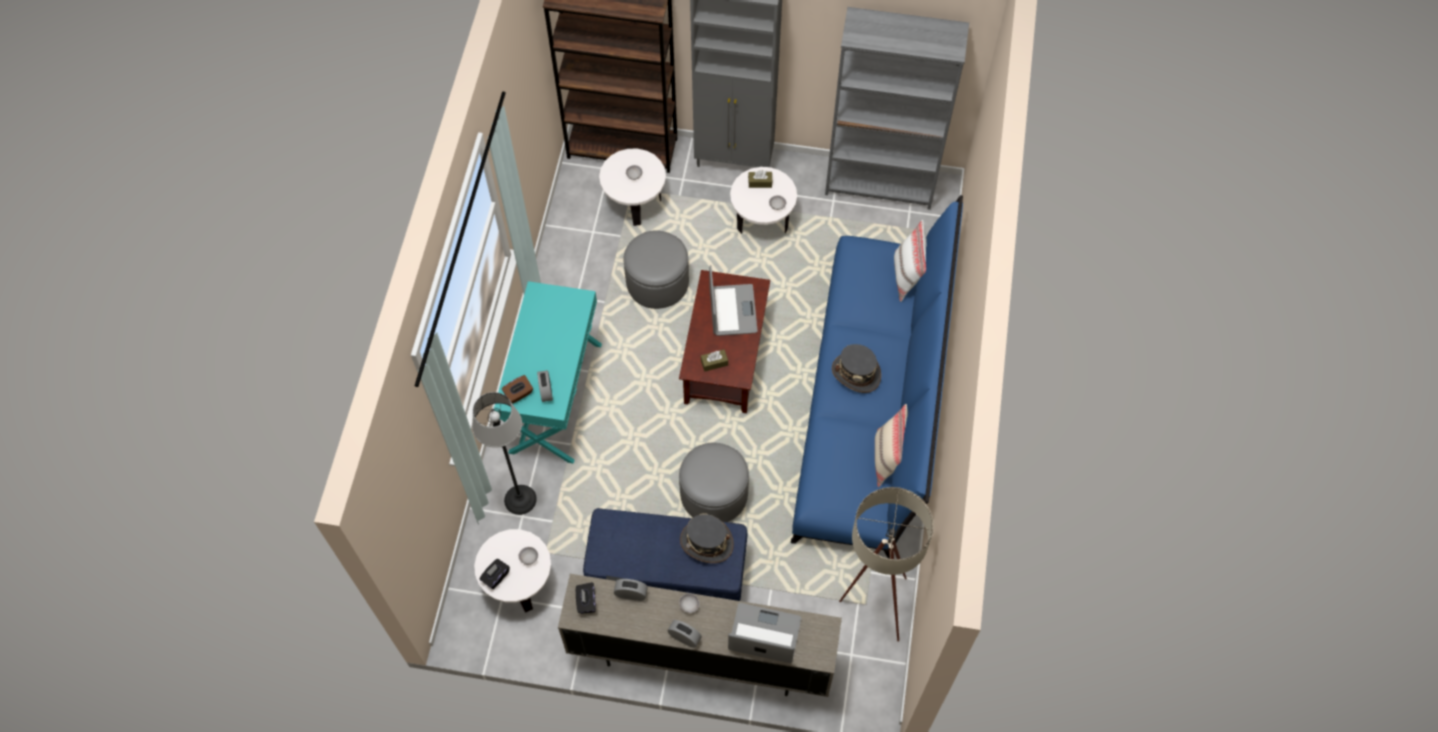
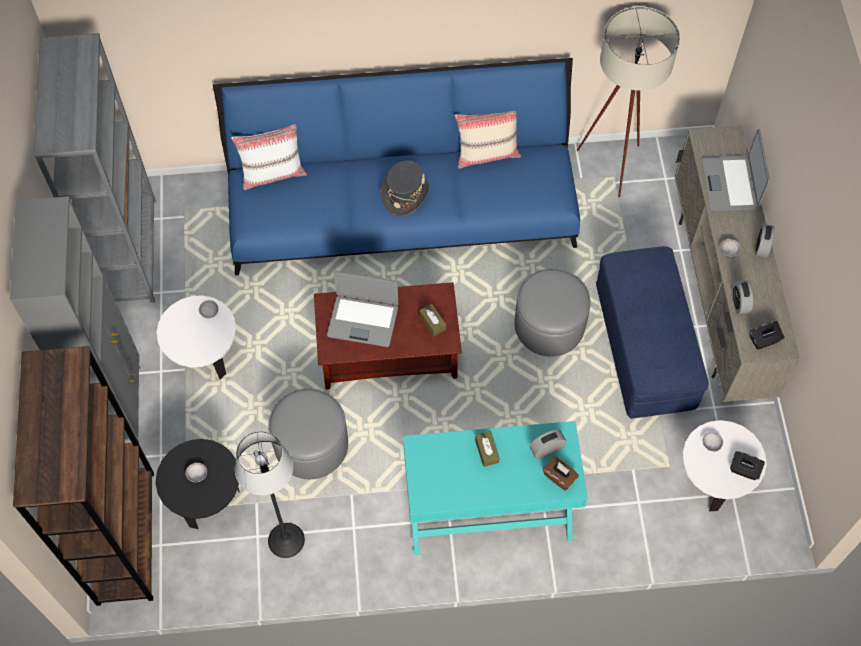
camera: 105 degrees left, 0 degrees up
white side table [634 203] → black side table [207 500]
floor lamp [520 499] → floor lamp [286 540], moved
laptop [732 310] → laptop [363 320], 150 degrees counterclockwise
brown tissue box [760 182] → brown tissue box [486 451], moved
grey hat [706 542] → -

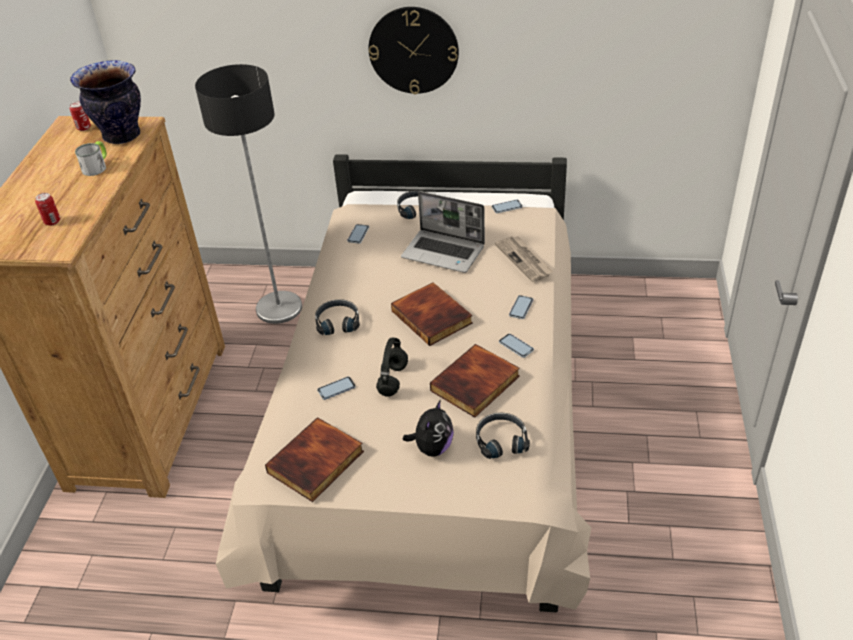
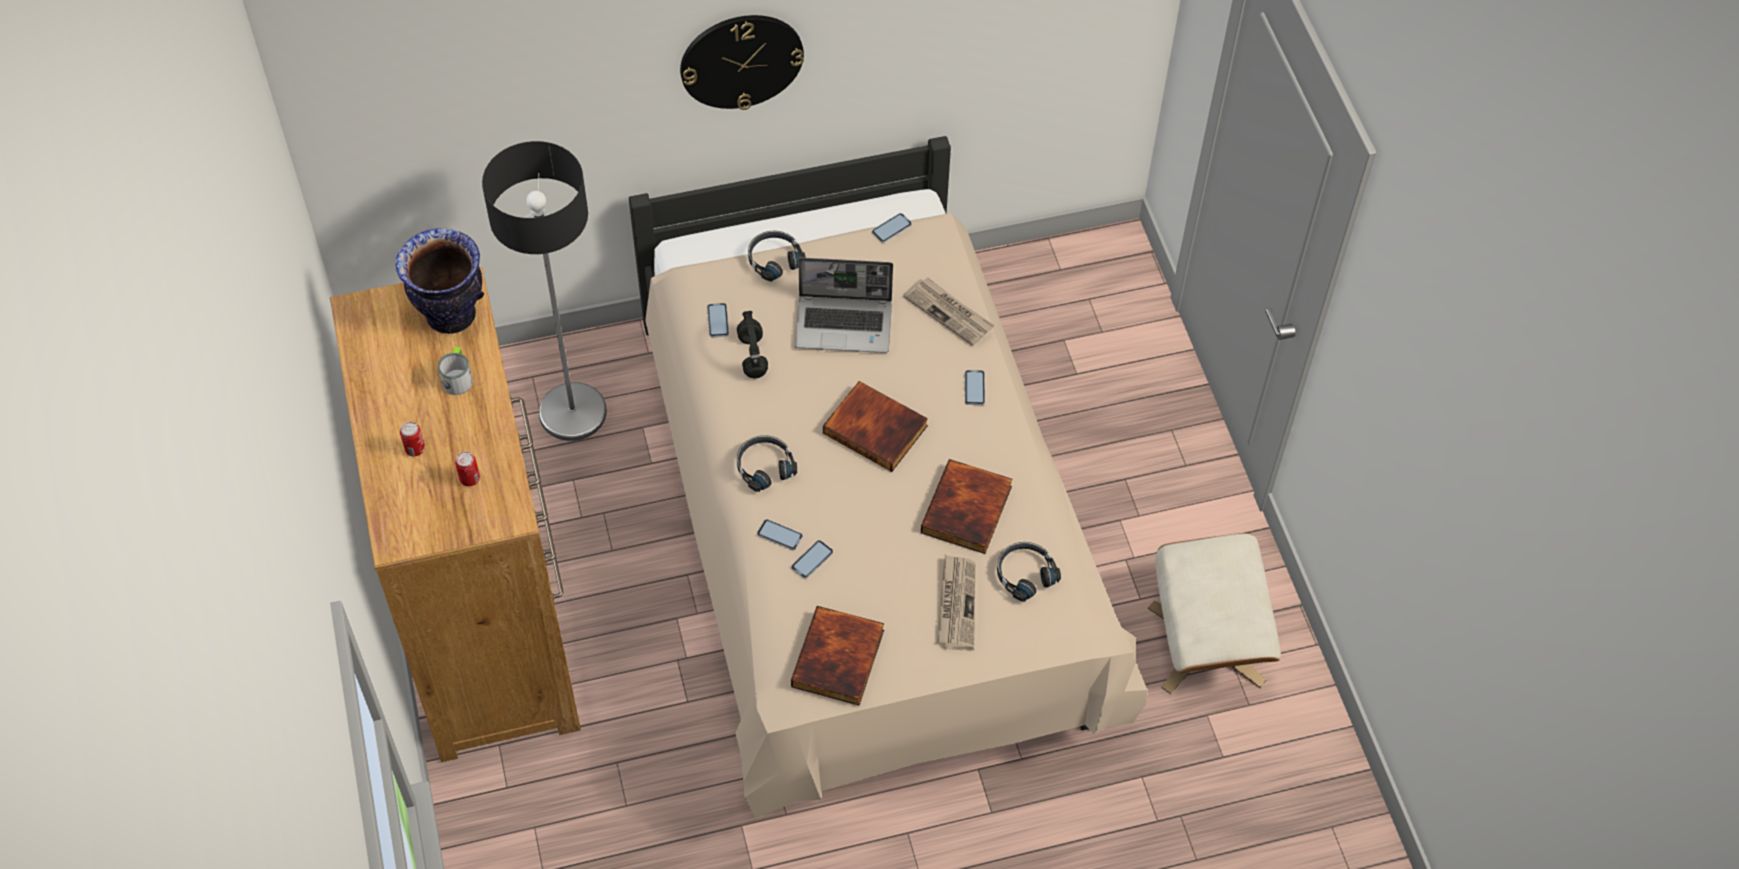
camera: 25 degrees left, 15 degrees up
can [84 128] → can [415 449], moved
black headphones [393 380] → black headphones [753 357], moved
phone [516 346] → phone [780 535], moved
plush toy [432 447] → newspaper [956 604]
- → beige ottoman [1207 644]

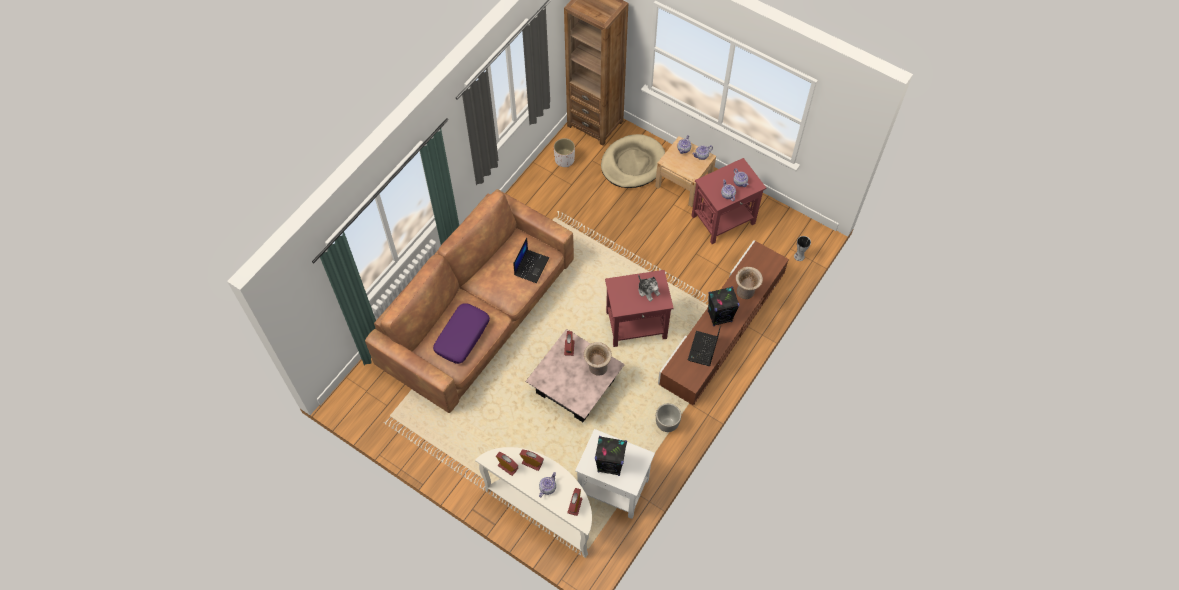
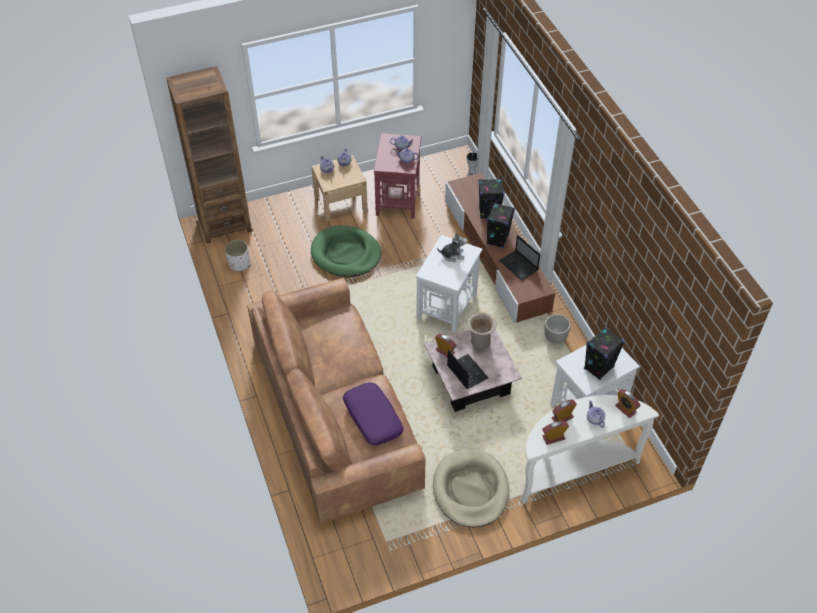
camera: 55 degrees left, 10 degrees down
- → green dog bed [346 254]
red side table [636 325] → white side table [447 307]
beige dog bed [633 163] → beige dog bed [470 490], moved
laptop [531 266] → laptop [466 372], moved
beige vase [745 292] → black speaker [489 212]

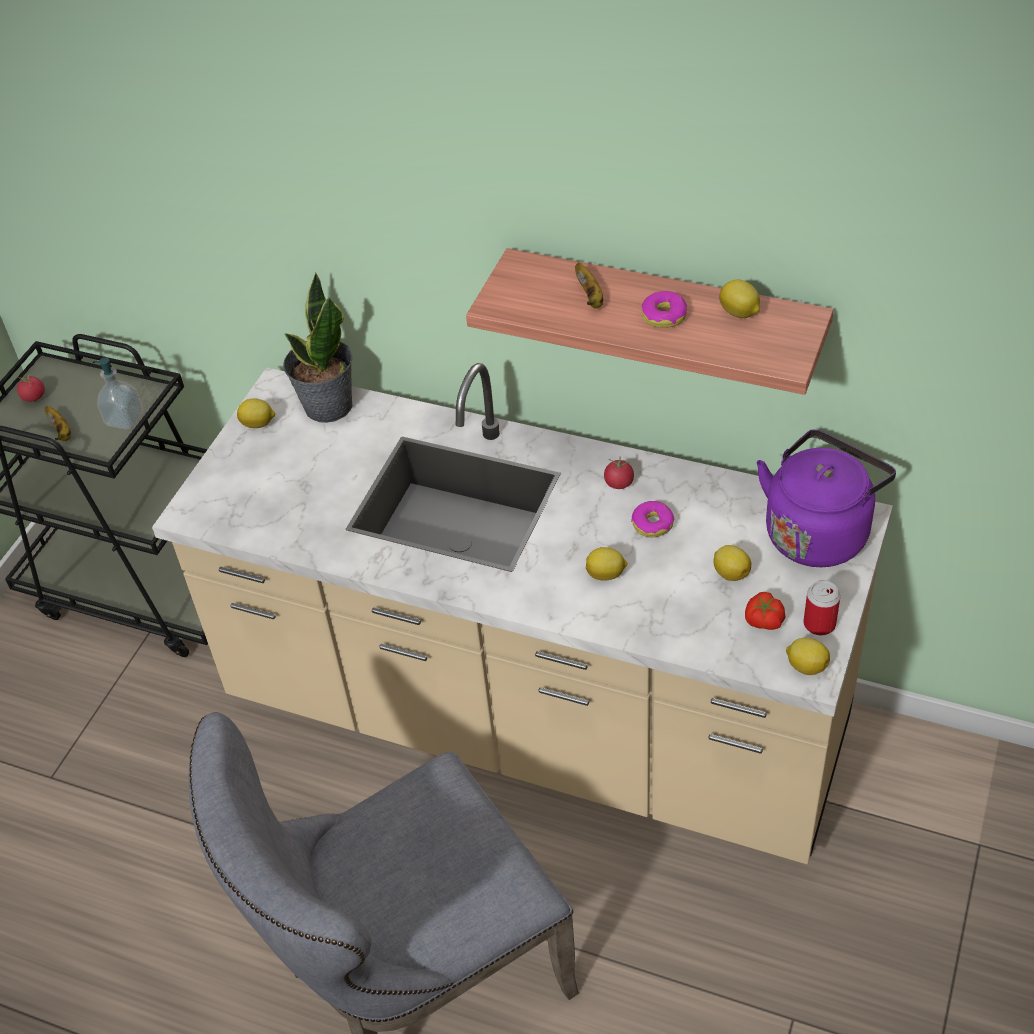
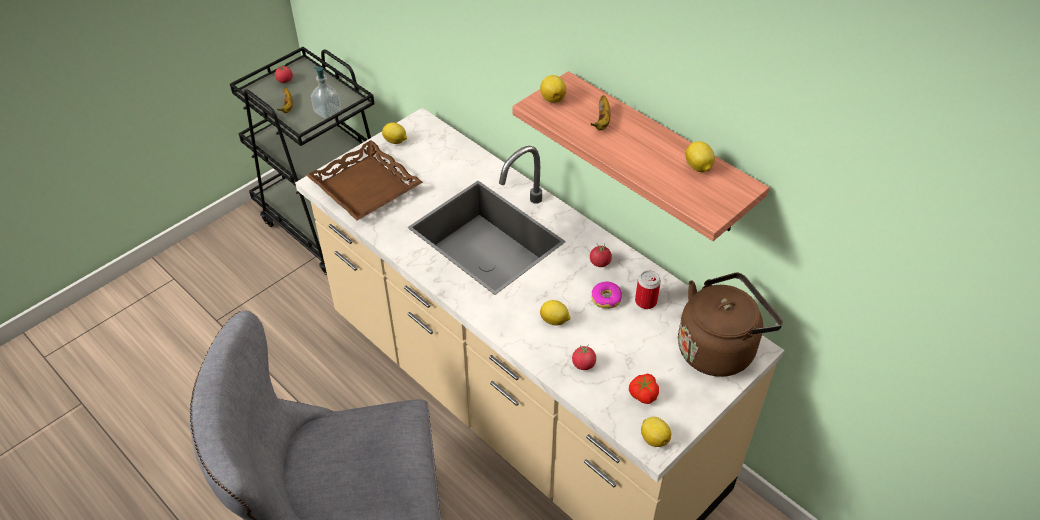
camera: 20 degrees right, 0 degrees up
- → brown tray [364 187]
lemon [730 573] → lemon [552 98], moved
- → tomato [583 364]
can [819 624] → can [646 301], moved
purple kettle [819 532] → brown kettle [719 348]
potted plant [327 406] → -
donut [664 315] → -

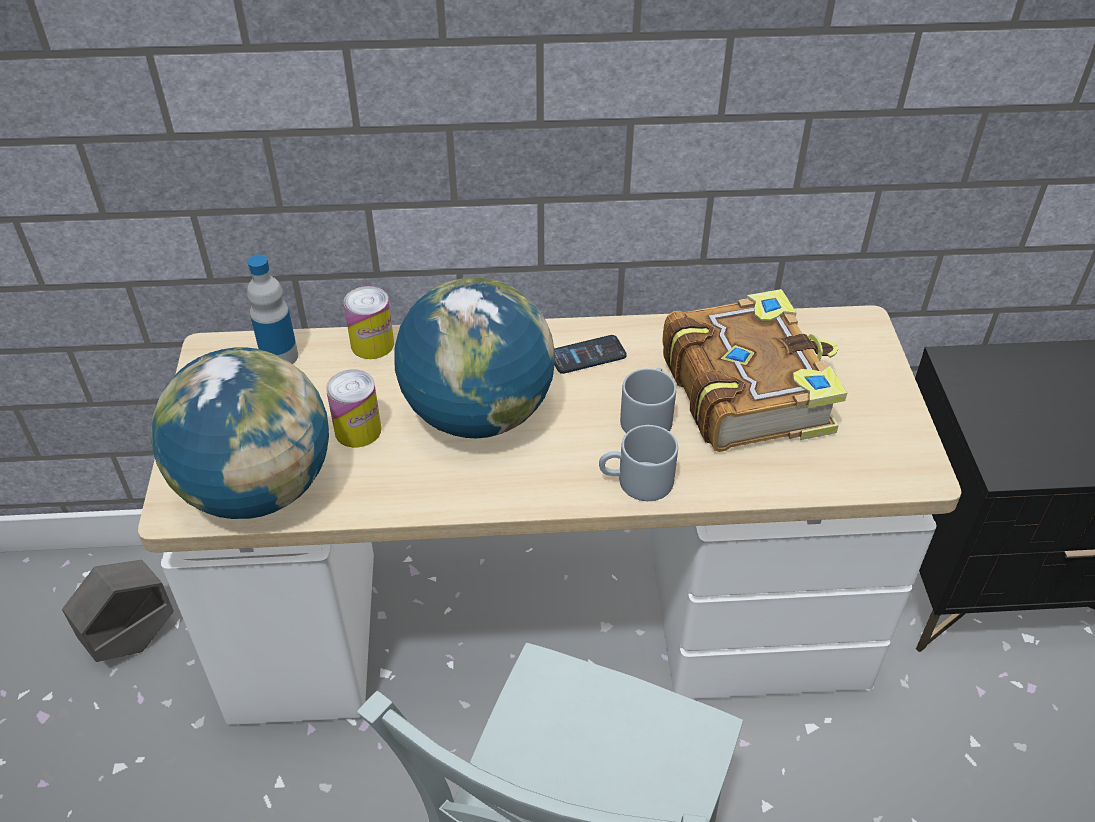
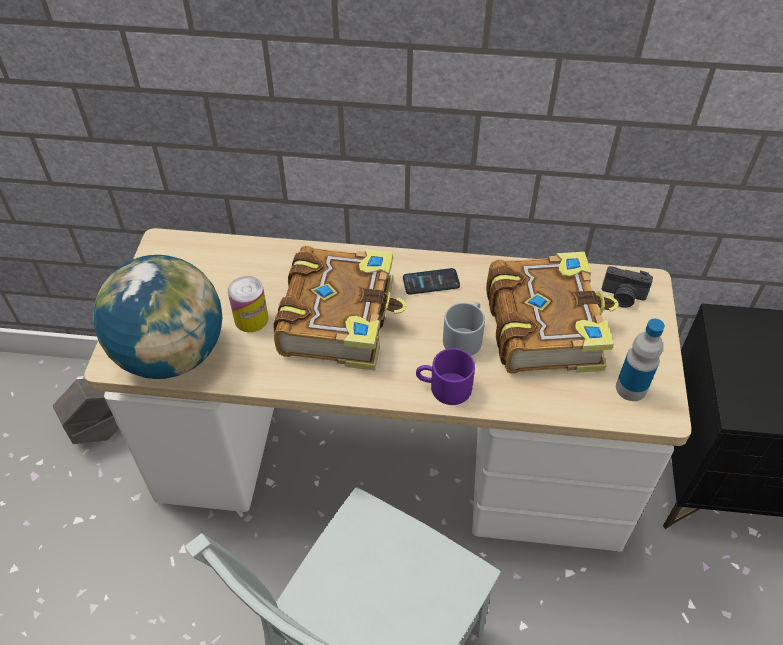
camera: 10 degrees right, 5 degrees up
globe [478 413] → book [340 318]
grey mug [636 482] → purple mug [443 388]
- → photo camera [622 297]
bottle [279 356] → bottle [631 388], moved
can [372 344] → -

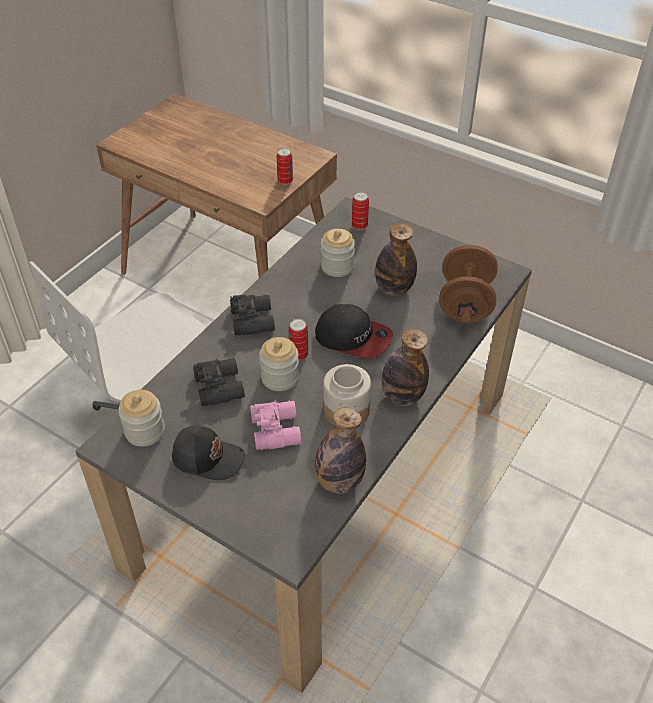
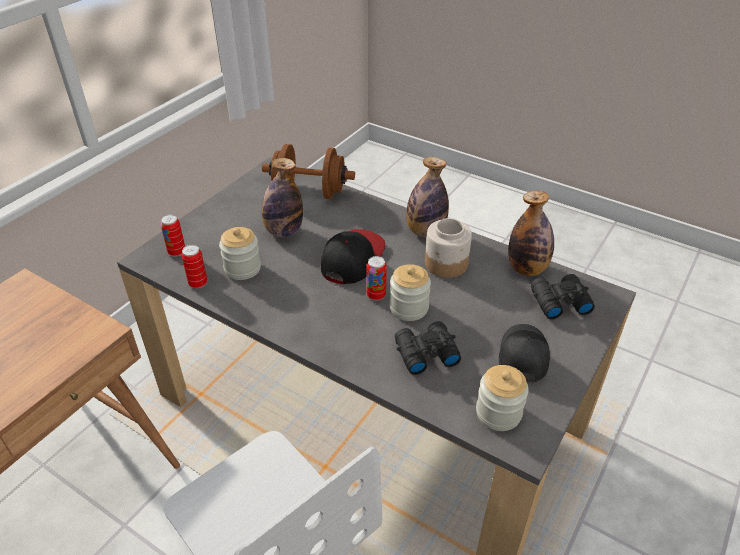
camera: 90 degrees left, 5 degrees down
can [285 181] → can [198 283], moved
black binoculars [253 320] → black binoculars [558 302], moved
pink binoculars [277 429] → -

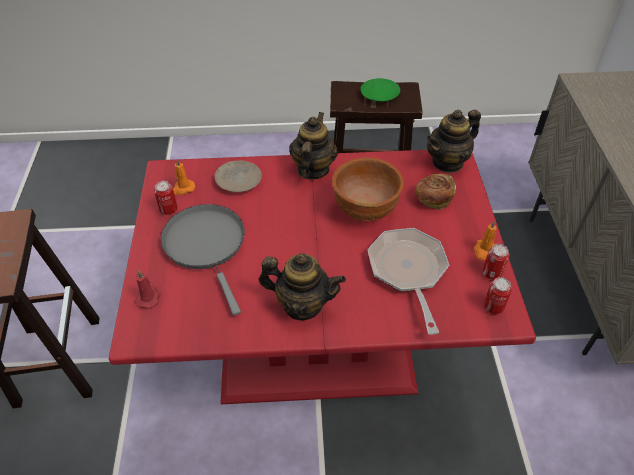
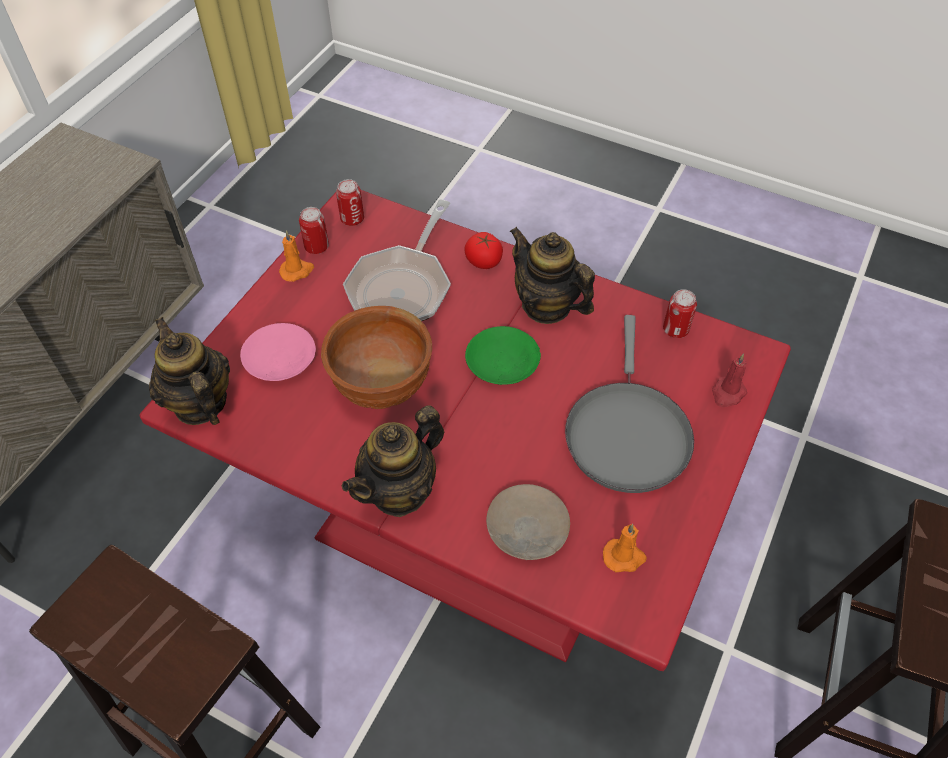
camera: 150 degrees left, 5 degrees up
teapot [448 162] → teapot [199 403], 120 degrees counterclockwise
bread [433 198] → pink plate [280 359]
- → tomato [484 261]
green plate [379 94] → green plate [503 362], moved
can [168 209] → can [675 329], moved

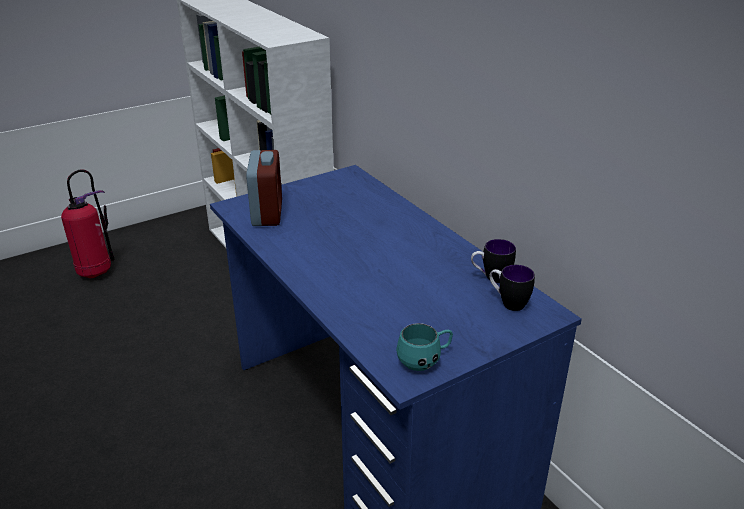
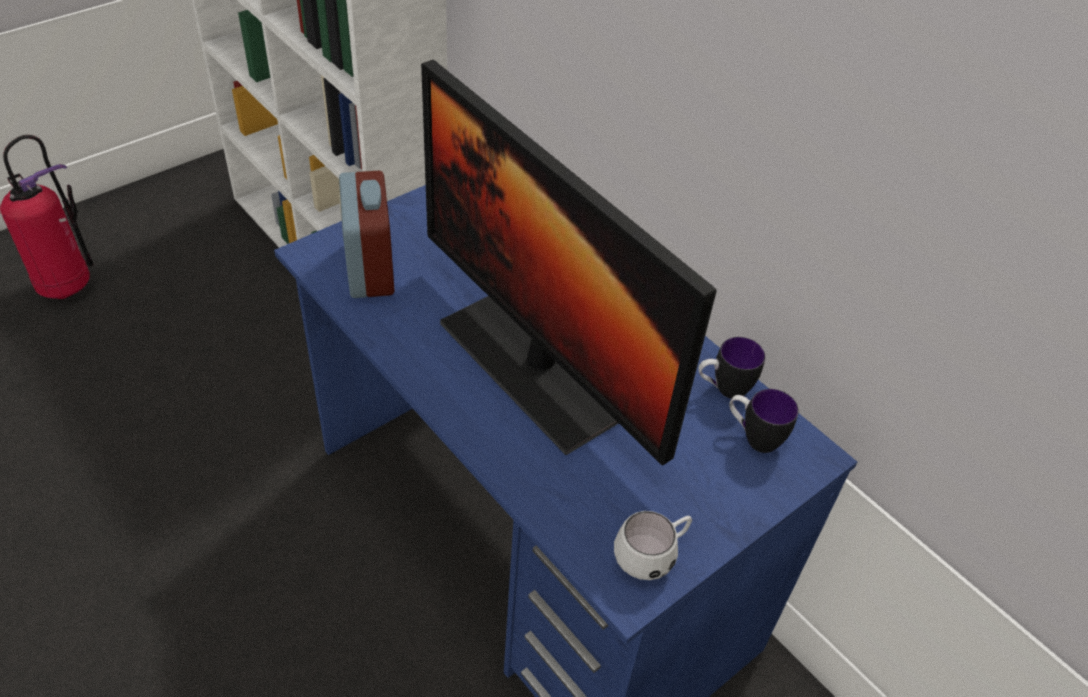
camera: 10 degrees left, 15 degrees up
- → monitor [536 365]
turquoise mug [425 360] → white mug [652 556]

